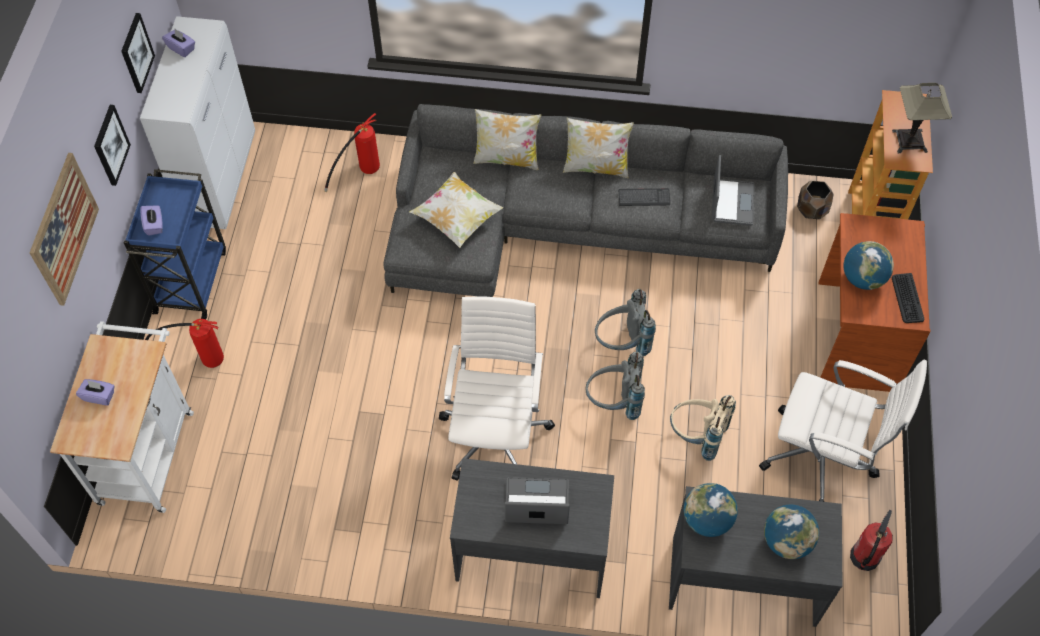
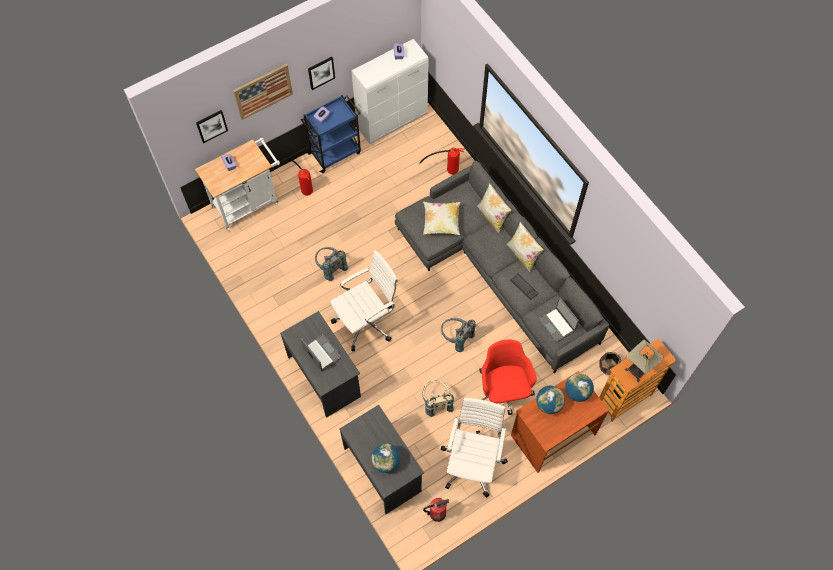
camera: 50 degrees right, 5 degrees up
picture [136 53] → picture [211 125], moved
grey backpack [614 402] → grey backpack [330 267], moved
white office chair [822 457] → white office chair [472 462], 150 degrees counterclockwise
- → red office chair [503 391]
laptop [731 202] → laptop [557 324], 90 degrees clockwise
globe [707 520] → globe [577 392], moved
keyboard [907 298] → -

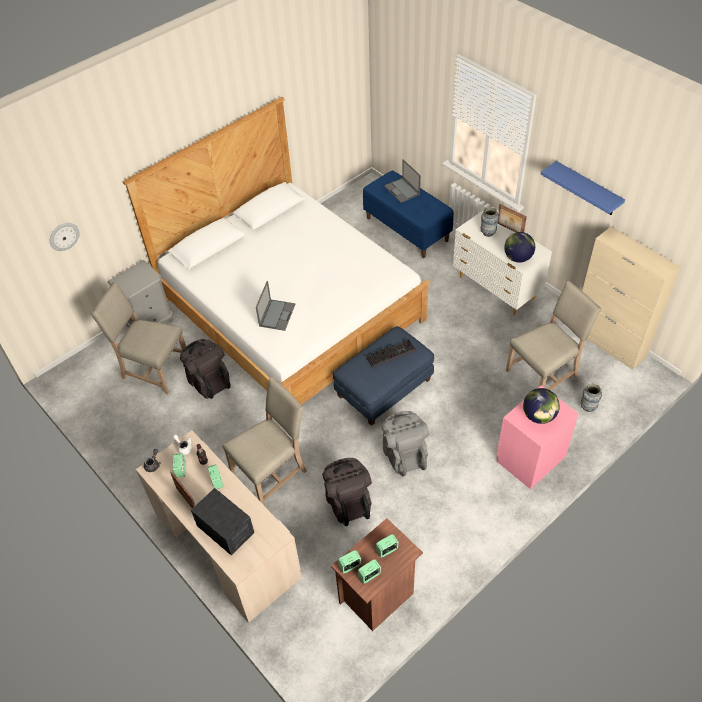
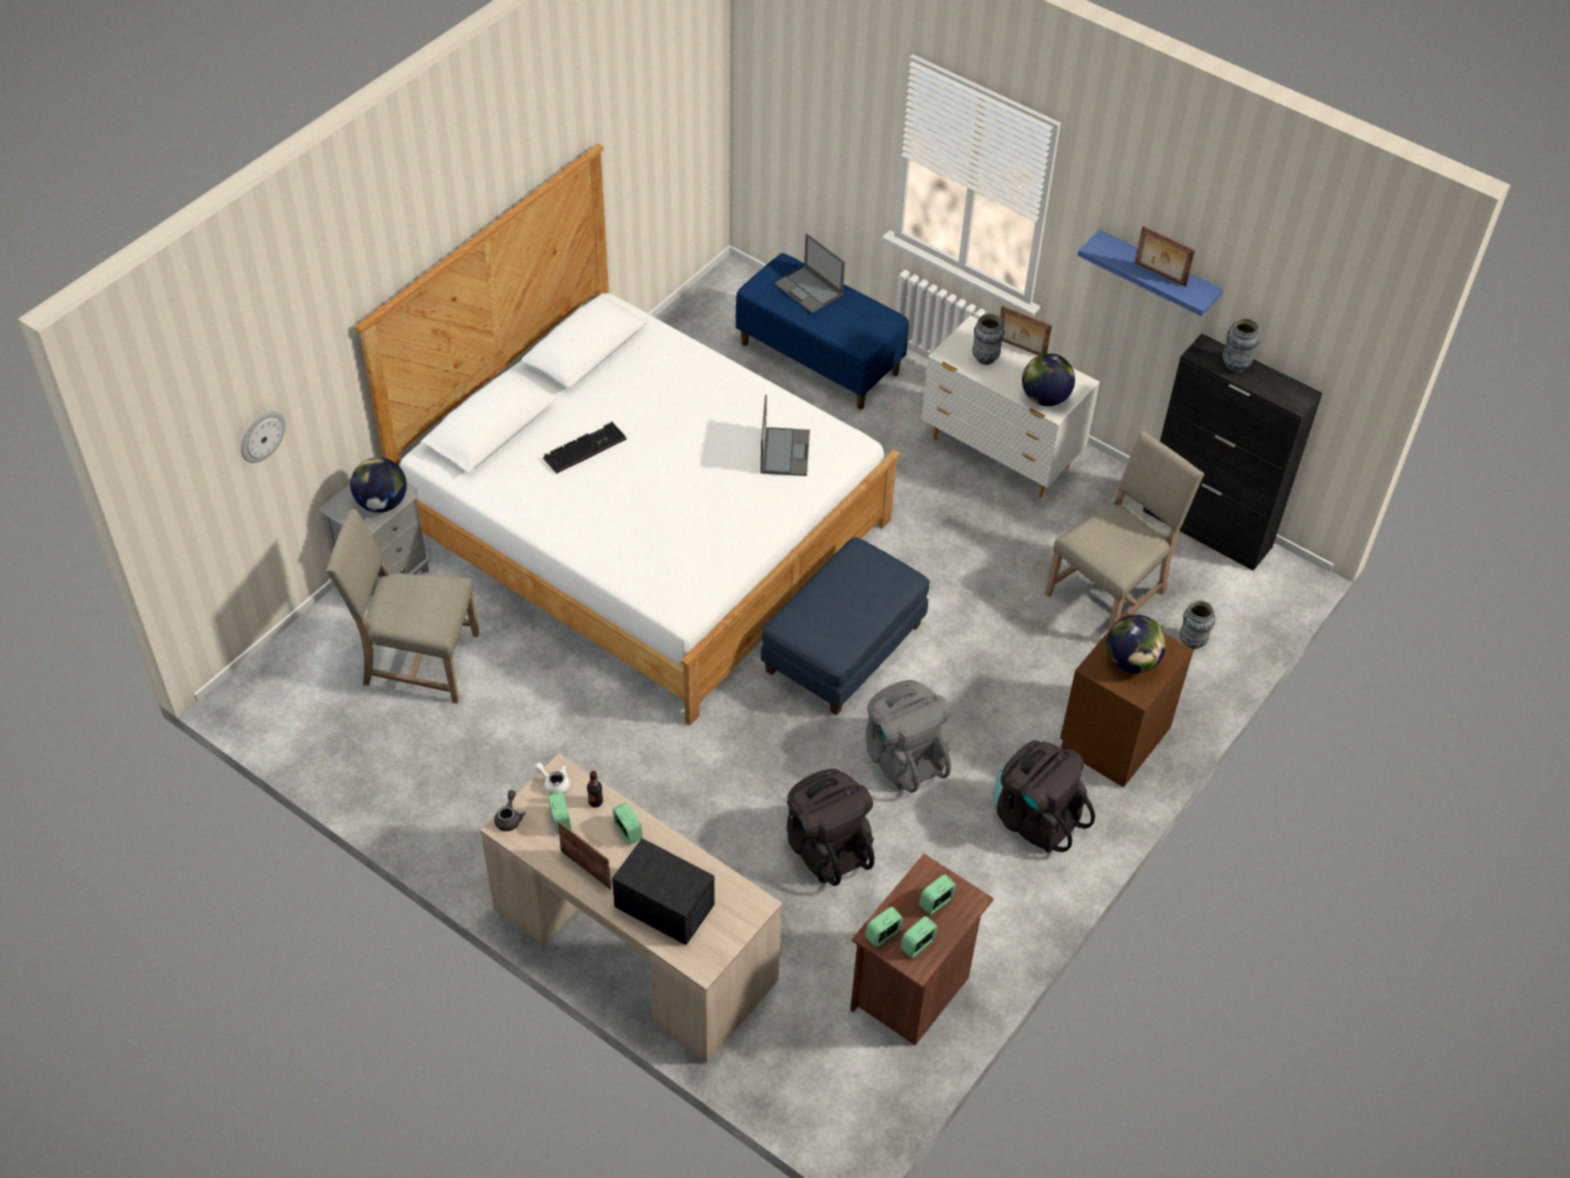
camera: 15 degrees left, 0 degrees up
- → globe [382 503]
keyboard [391 353] → keyboard [585 447], moved
laptop [277 314] → laptop [784 451], moved
black backpack [208 381] → black backpack [1035 818], moved
pink nightstand [530 458] → brown nightstand [1113 737]
- → picture frame [1159 275]
beige cabinet [609 343] → black cabinet [1207 529]
- → vase [1235 365]
beige chair [271 472] → -

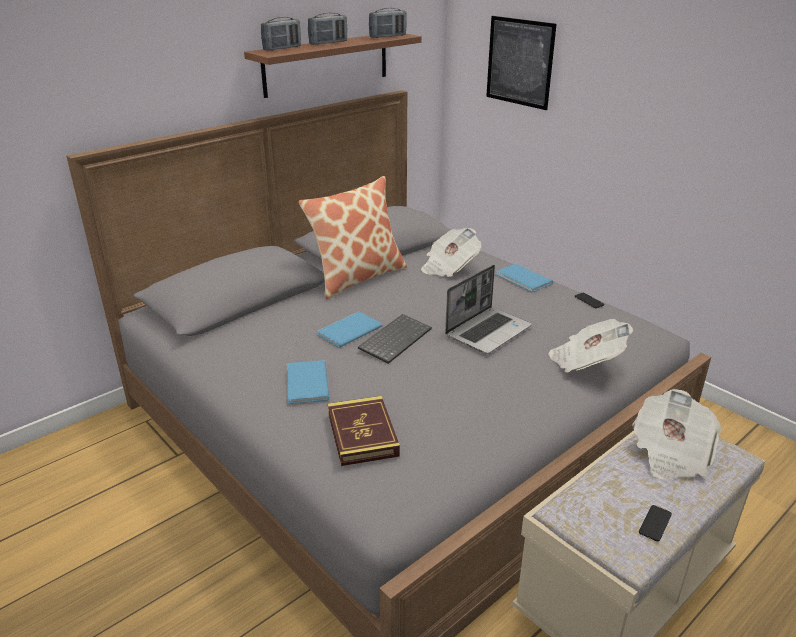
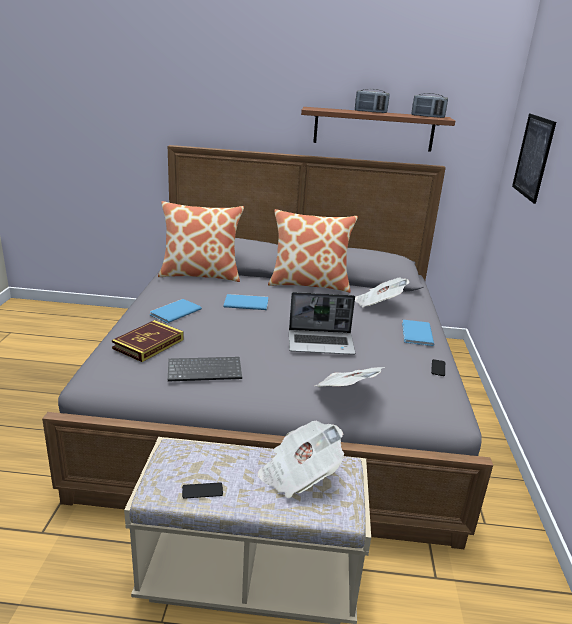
camera: 45 degrees right, 5 degrees down
- → pillow [201 274]
keyboard [395 339] → keyboard [205 370], moved
radio [282 48] → -

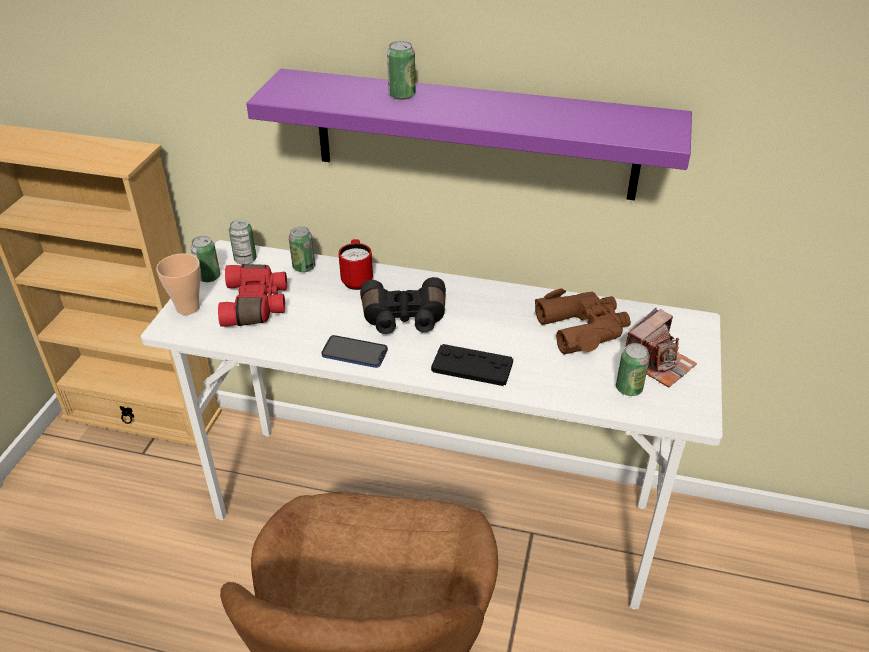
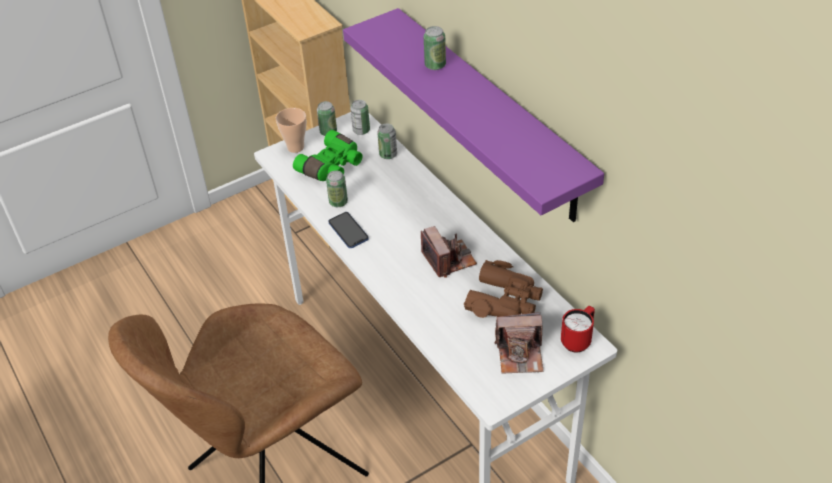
camera: 45 degrees right, 5 degrees up
red binoculars [257 305] → green binoculars [332 167]
can [628 388] → can [338 202], moved
- → photo camera [448 259]
red mug [357 279] → red mug [578 340], moved
black binoculars [404 318] → -
black game controller [472 366] → -

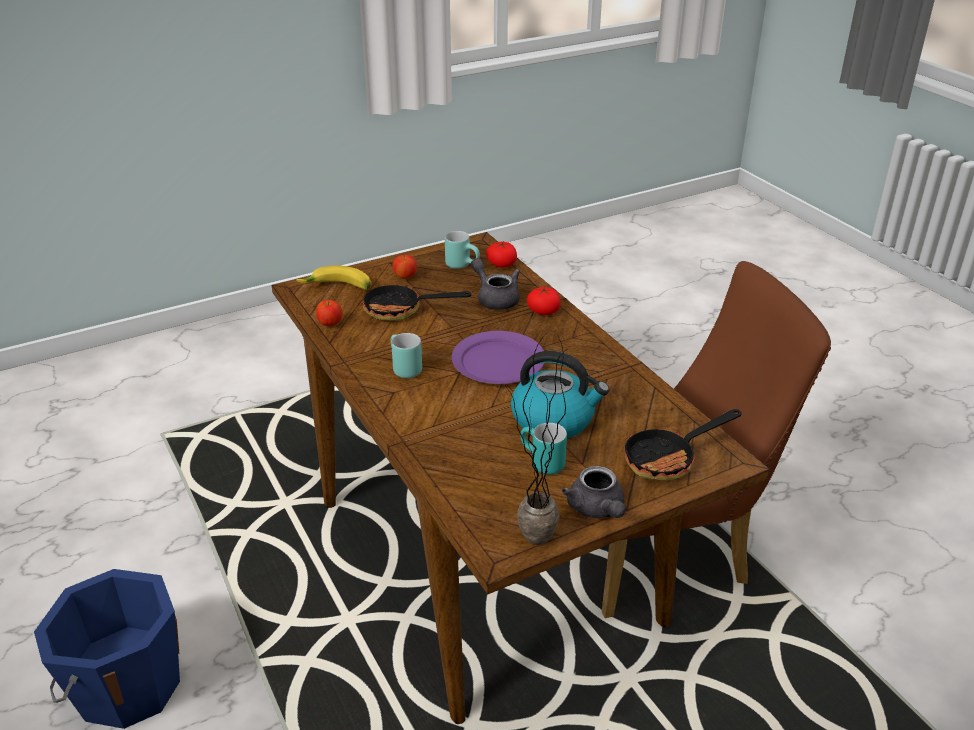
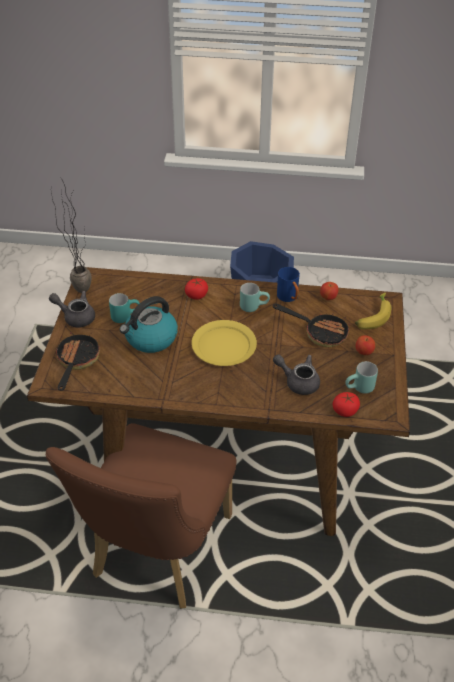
camera: 125 degrees right, 10 degrees up
tomato [543 311] → tomato [196 295], moved
purple plate [497 361] → yellow plate [224 345]
frying pan [401 310] → frying pan [320 332], 75 degrees clockwise
grey teapot [495 298] → grey teapot [298 381], 150 degrees counterclockwise
- → blue mug [289 298]

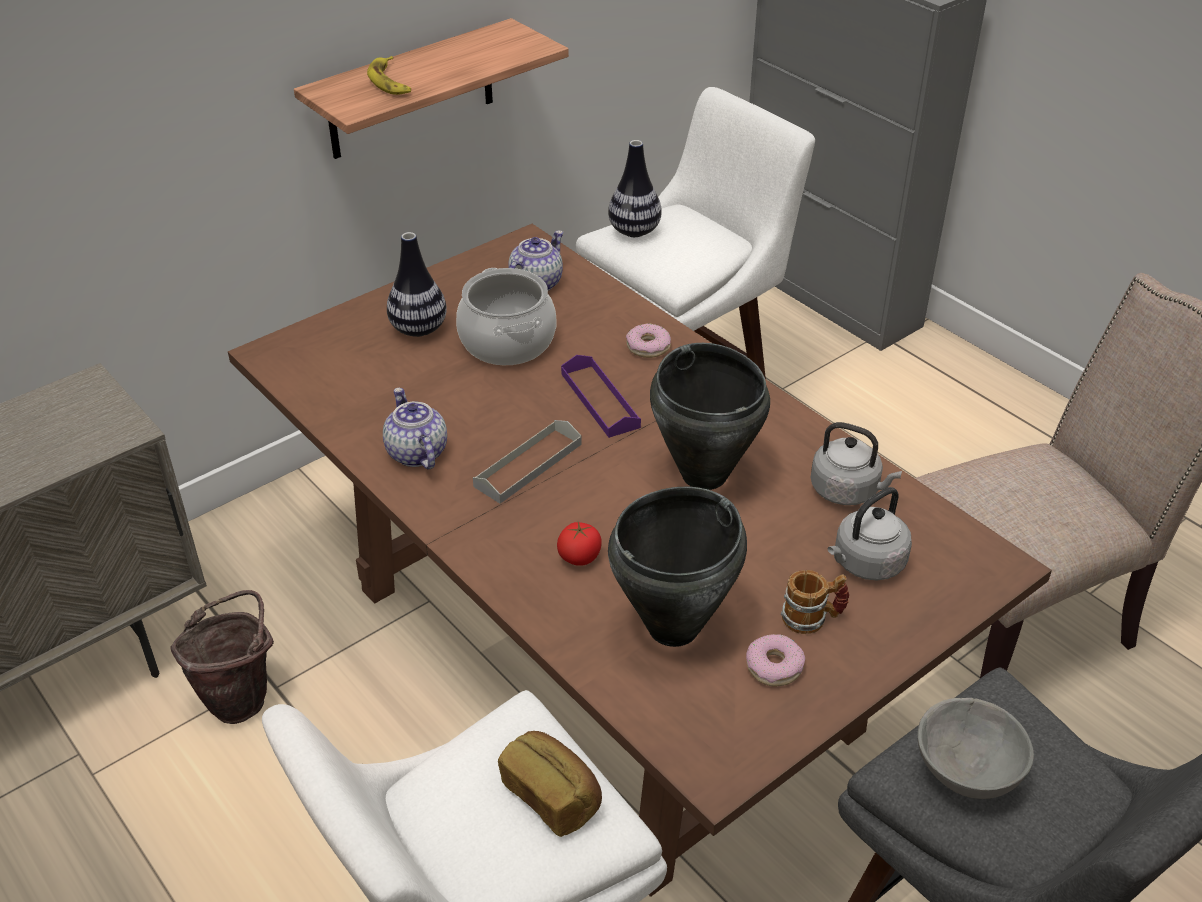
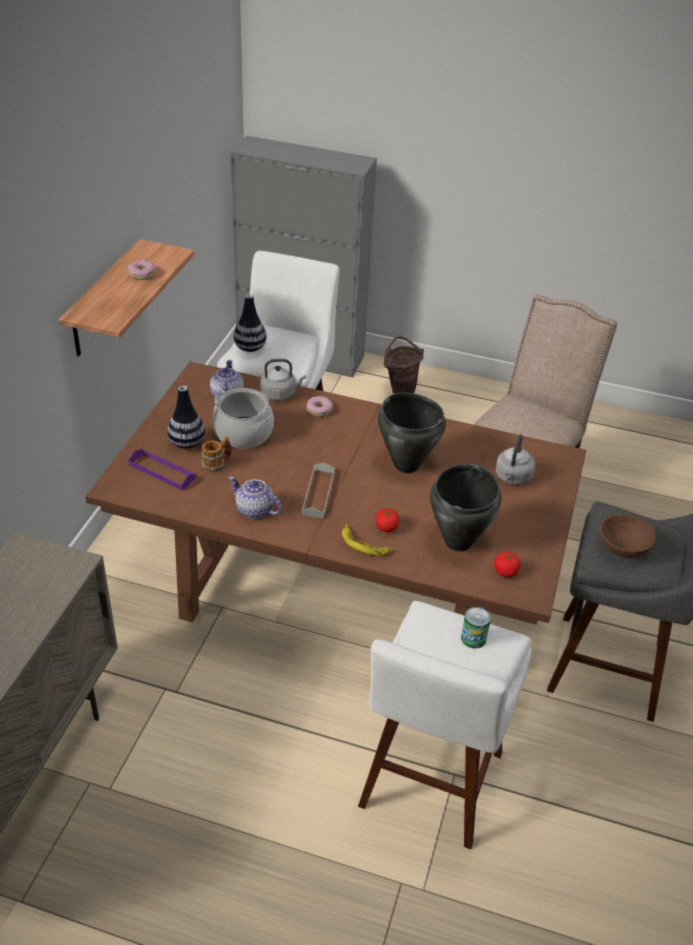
camera: 35 degrees left, 0 degrees up
donut [774 666] → donut [142 274], moved
purple tray [600 400] → purple tray [162 472], moved
mug [812 618] → mug [217 464], moved
grey kettle [848 491] → grey kettle [280 394], moved
banana [390 82] → banana [364 544], moved
brown bucket [241 697] → brown bucket [400 389], moved
bread [552 796] → can [473 638]
- → tomato [505 572]
grey bowl [964 773] → brown bowl [622 550]

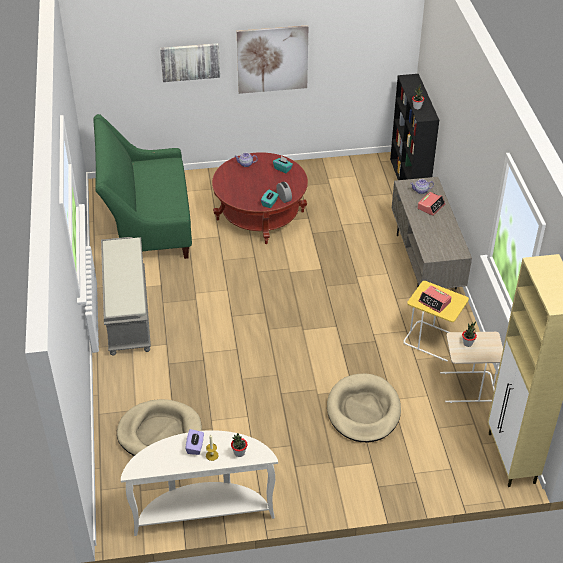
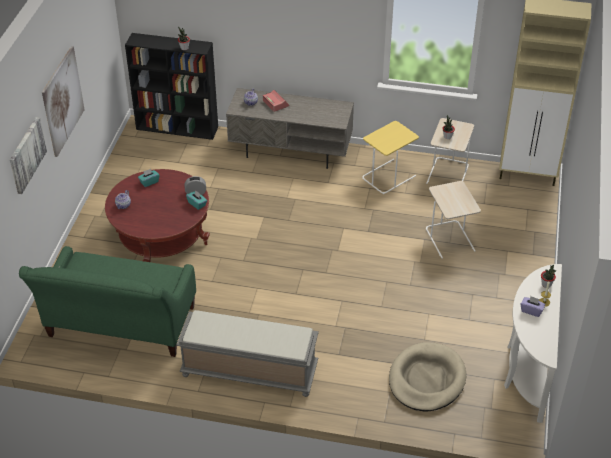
camera: 70 degrees left, 0 degrees up
beige dog bed [363 411] → beige side table [450 239]
alarm clock [434 302] → -

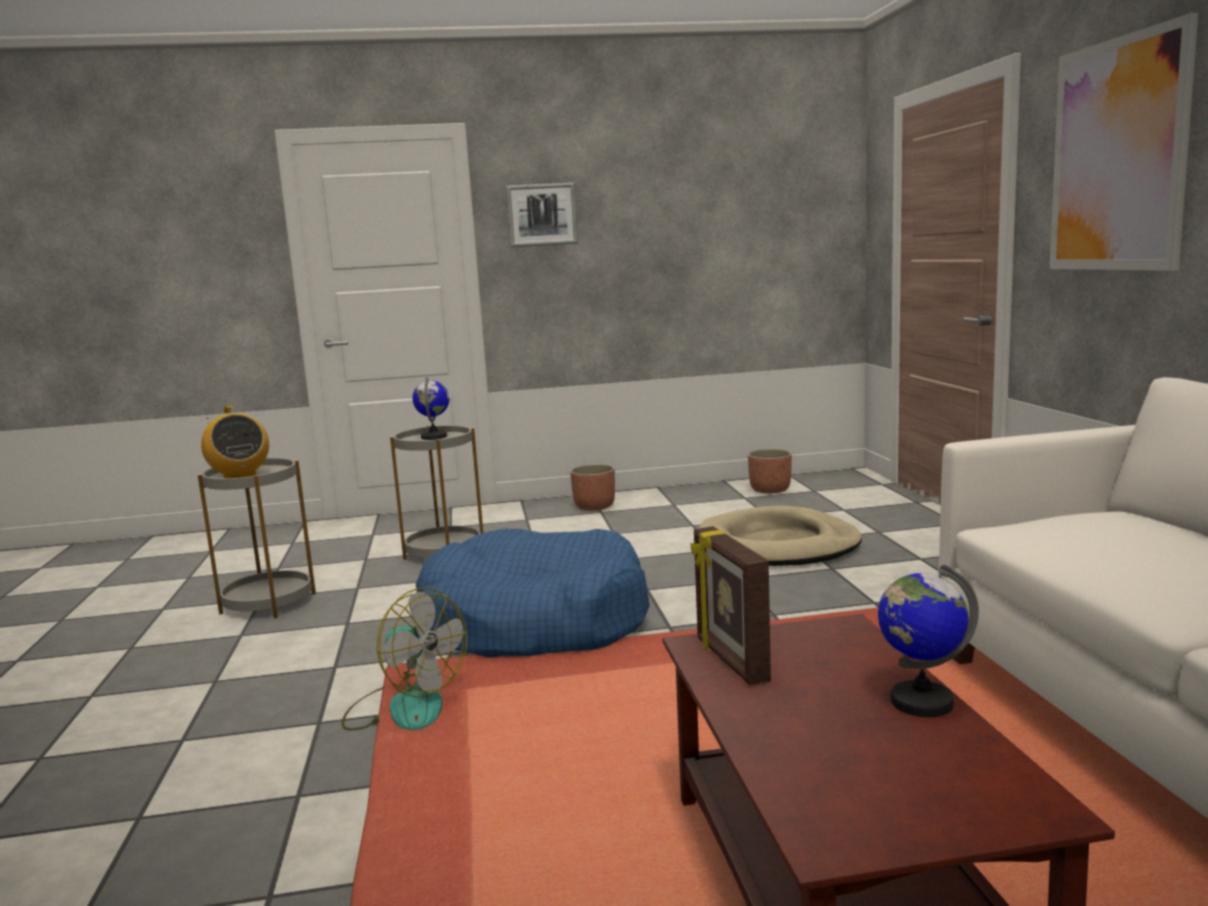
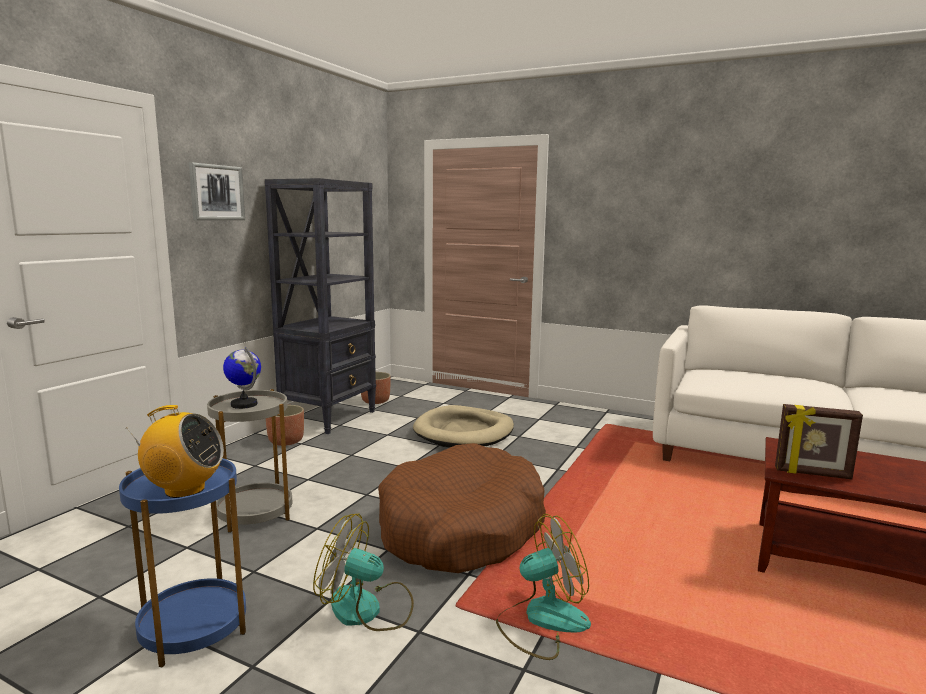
camera: 55 degrees left, 0 degrees up
grey side table [268 603] → blue side table [193 628]
- → black bookcase [329 417]
- → fan [367 609]
blue dog bed [534 622] → brown dog bed [461 528]
globe [920 702] → -
picture [1118 155] → -

